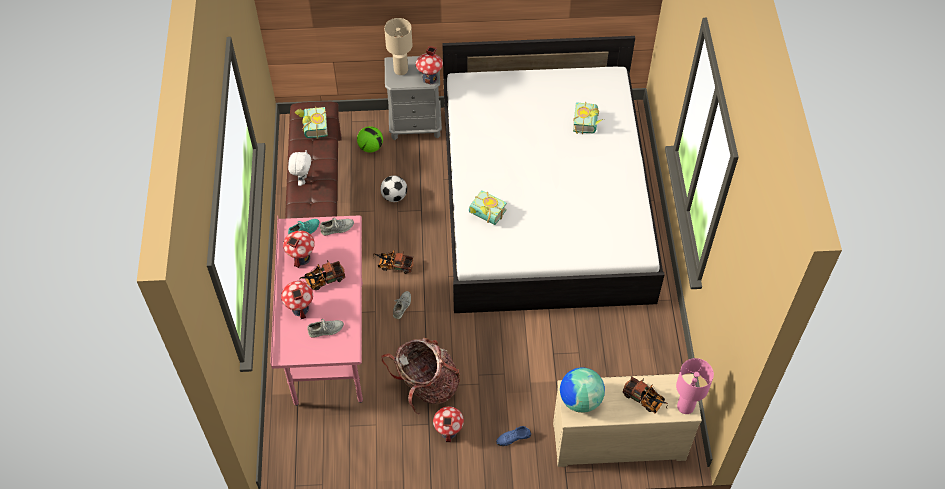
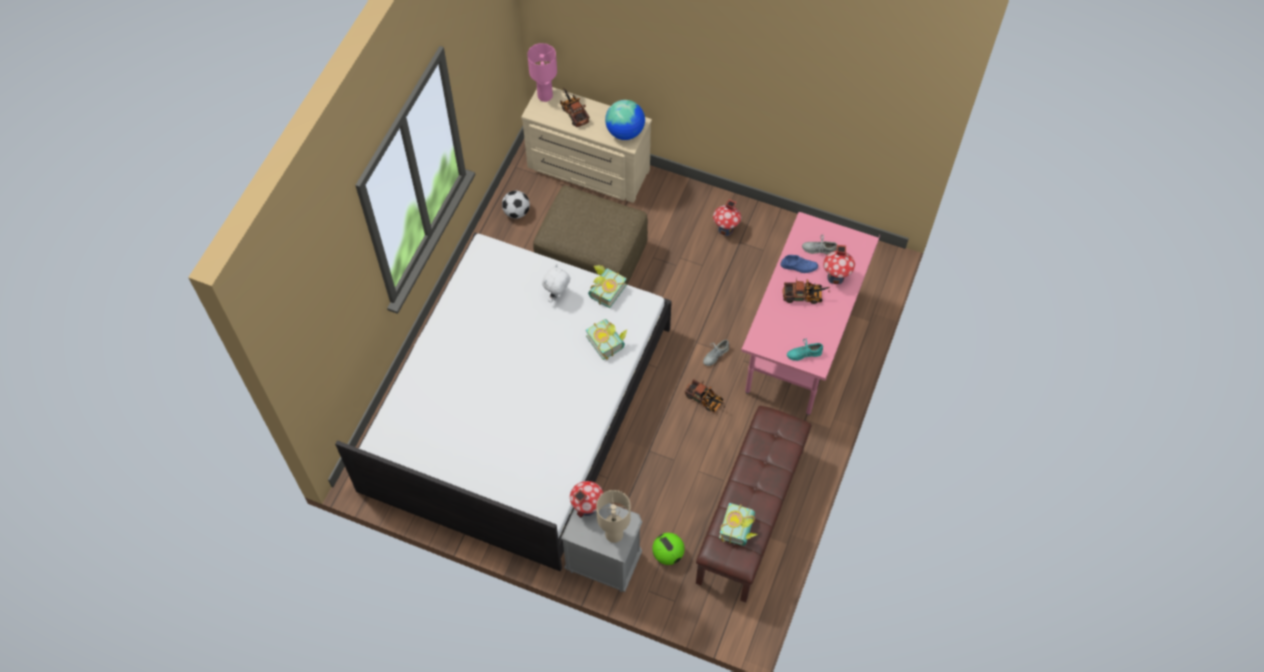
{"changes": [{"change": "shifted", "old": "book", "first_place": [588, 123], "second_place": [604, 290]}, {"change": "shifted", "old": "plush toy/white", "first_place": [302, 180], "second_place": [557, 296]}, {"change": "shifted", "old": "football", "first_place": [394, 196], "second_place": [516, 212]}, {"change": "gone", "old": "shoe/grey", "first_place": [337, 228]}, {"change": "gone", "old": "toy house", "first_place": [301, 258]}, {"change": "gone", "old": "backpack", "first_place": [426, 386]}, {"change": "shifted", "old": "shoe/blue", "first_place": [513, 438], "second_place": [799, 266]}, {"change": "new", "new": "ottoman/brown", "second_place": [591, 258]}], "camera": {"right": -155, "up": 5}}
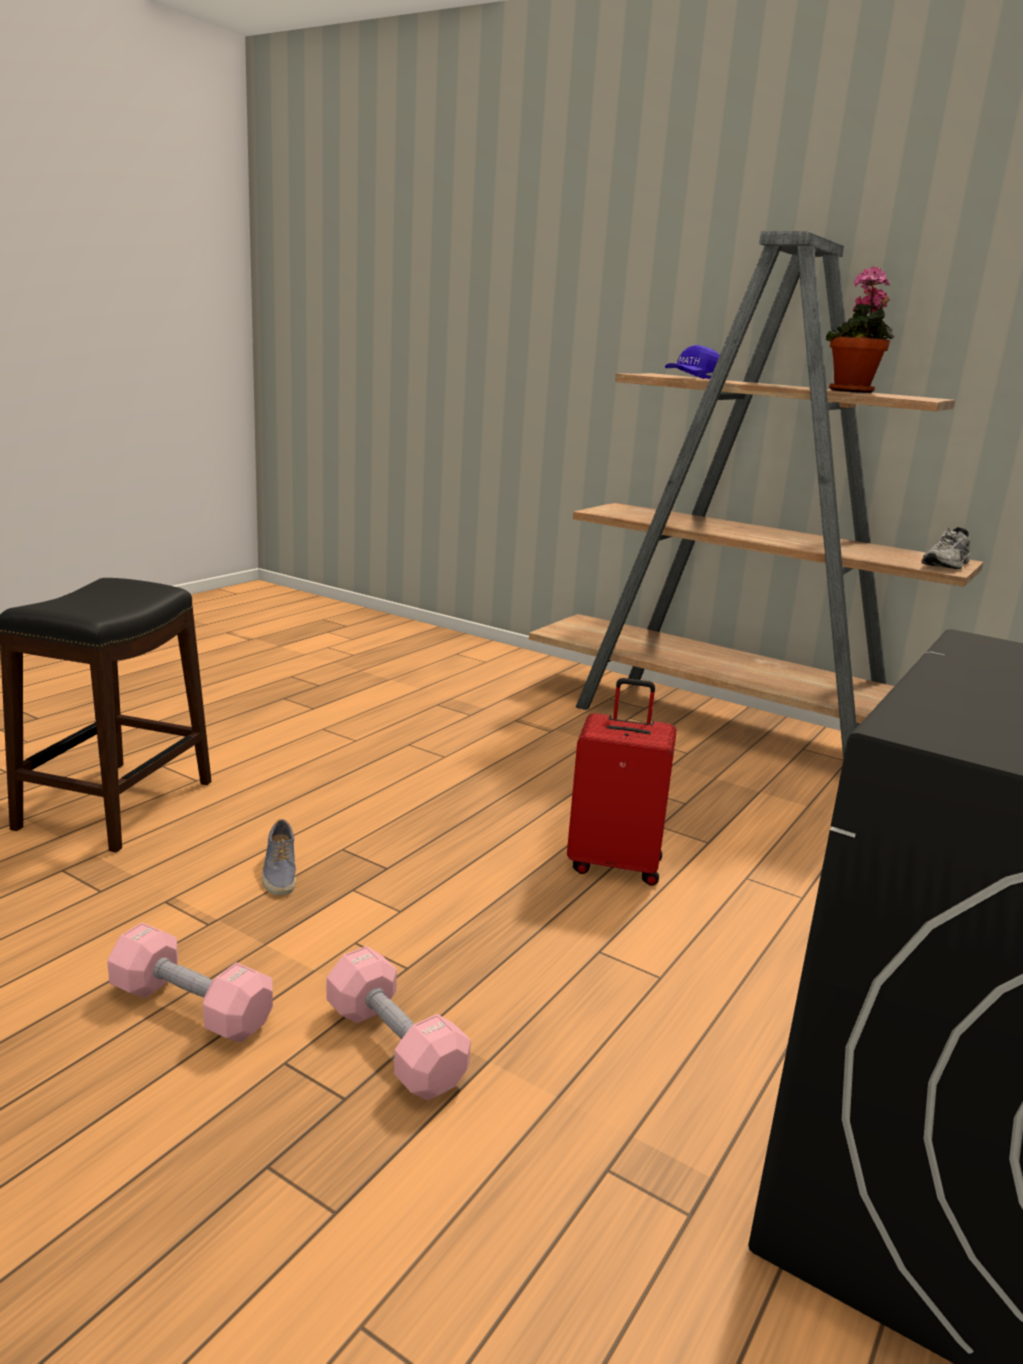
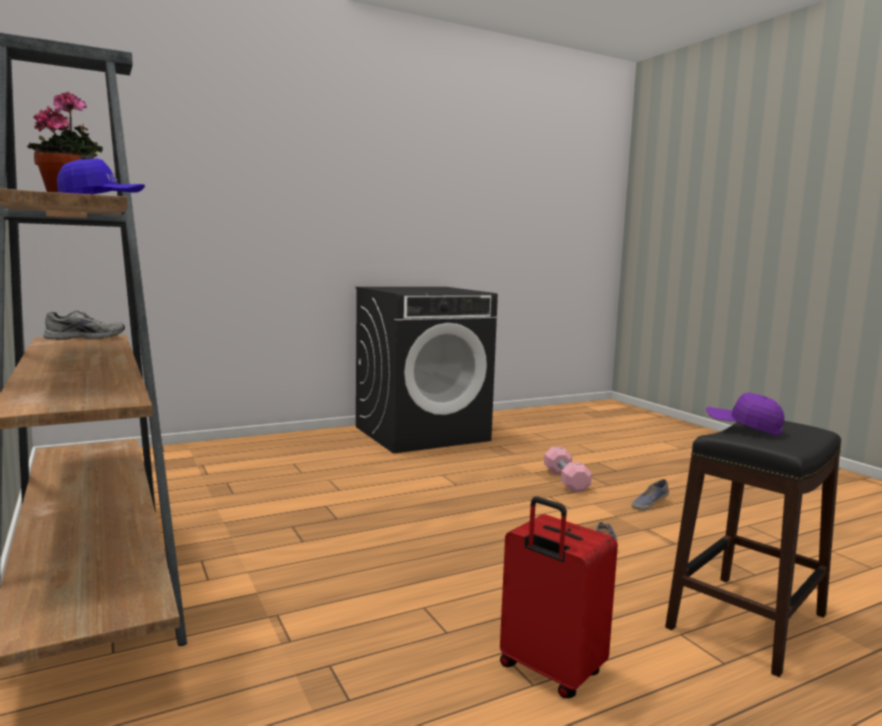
{"changes": [{"change": "shifted", "old": "suitcase/red", "first_place": [615, 864], "second_place": [549, 672]}, {"change": "swapped", "old": "dumbbell/pink", "new": "shoe", "first_place": [191, 1007], "second_place": [649, 503]}, {"change": "new", "new": "cap/purple", "second_place": [743, 428]}], "camera": {"right": -150, "up": -10}}
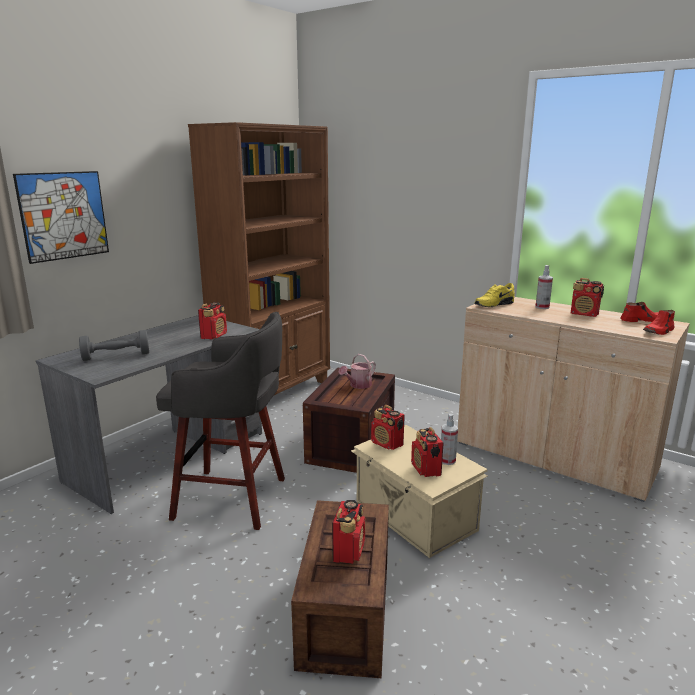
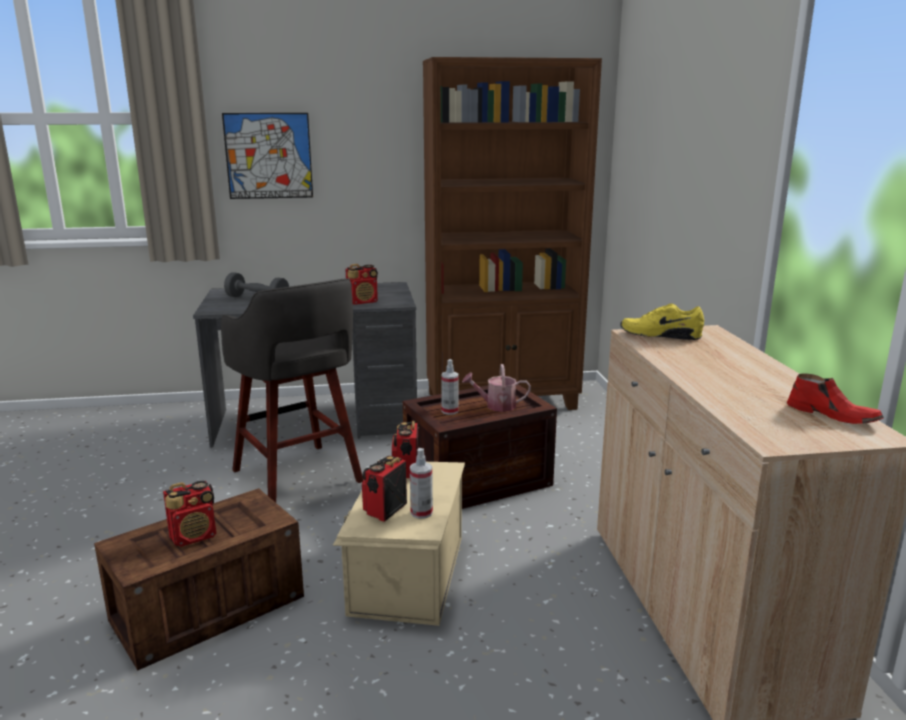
{"changes": [{"change": "shifted", "old": "spray bottle", "first_place": [542, 307], "second_place": [450, 411]}, {"change": "gone", "old": "radio", "first_place": [584, 314]}, {"change": "gone", "old": "shoe/red", "first_place": [659, 331]}], "camera": {"right": 45, "up": 0}}
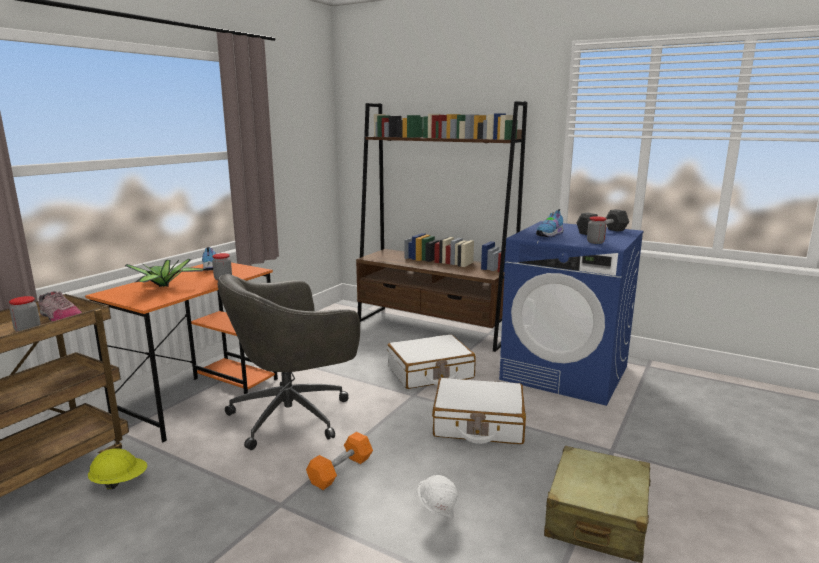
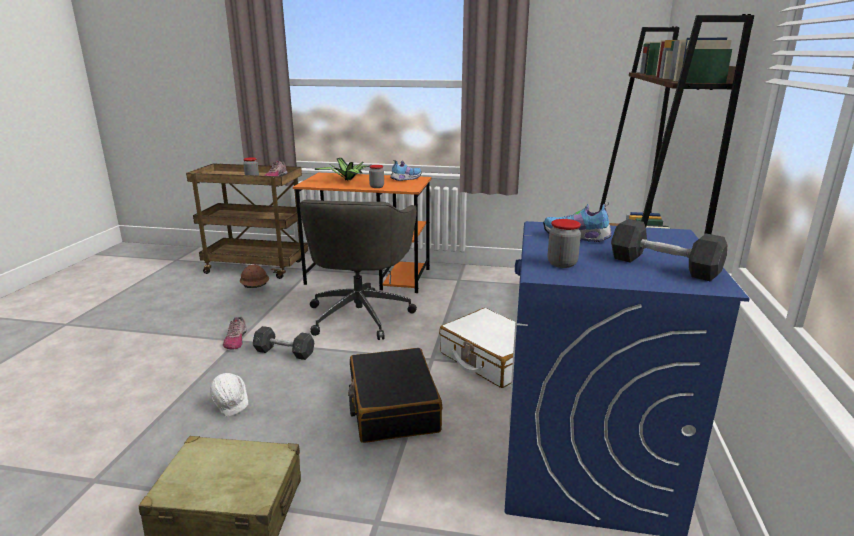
{"changes": [{"change": "rotated", "old": "office chair/grey", "first_place": [293, 415], "second_place": [360, 314], "degrees": -120}, {"change": "repainted", "old": "suitcase/white", "new": "suitcase/black", "first_place": [478, 424], "second_place": [392, 407]}, {"change": "repainted", "old": "dumbbell/orange", "new": "dumbbell/grey", "first_place": [340, 471], "second_place": [284, 352]}, {"change": "repainted", "old": "hard hat/yellow", "new": "hard hat/brown", "first_place": [120, 482], "second_place": [255, 287]}, {"change": "new", "new": "shoe", "second_place": [235, 340]}], "camera": {"right": 70, "up": 5}}
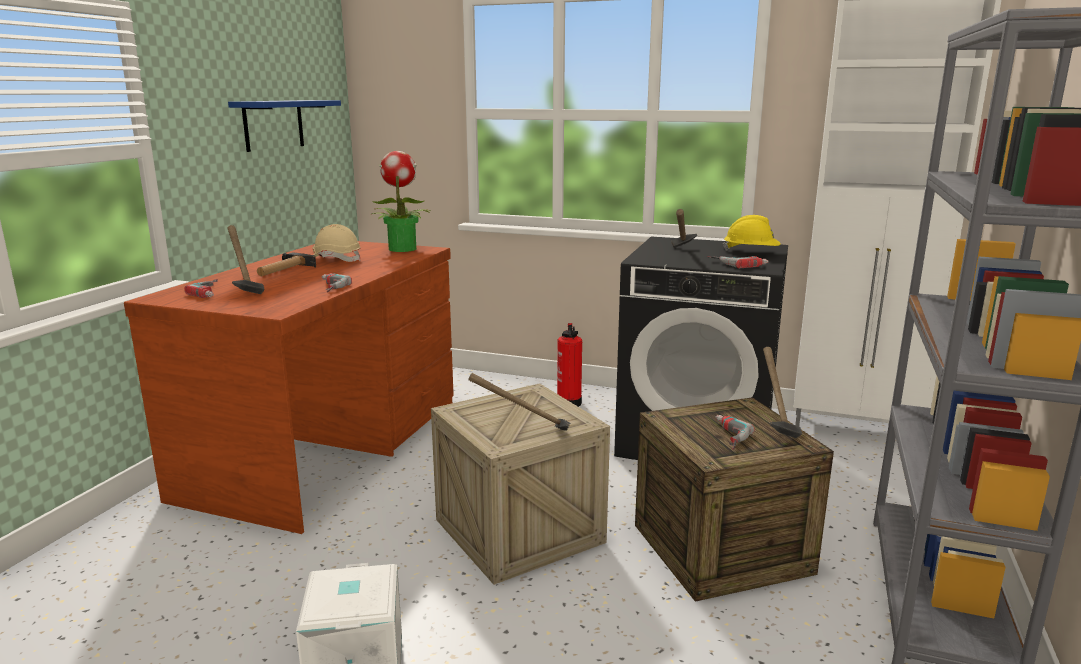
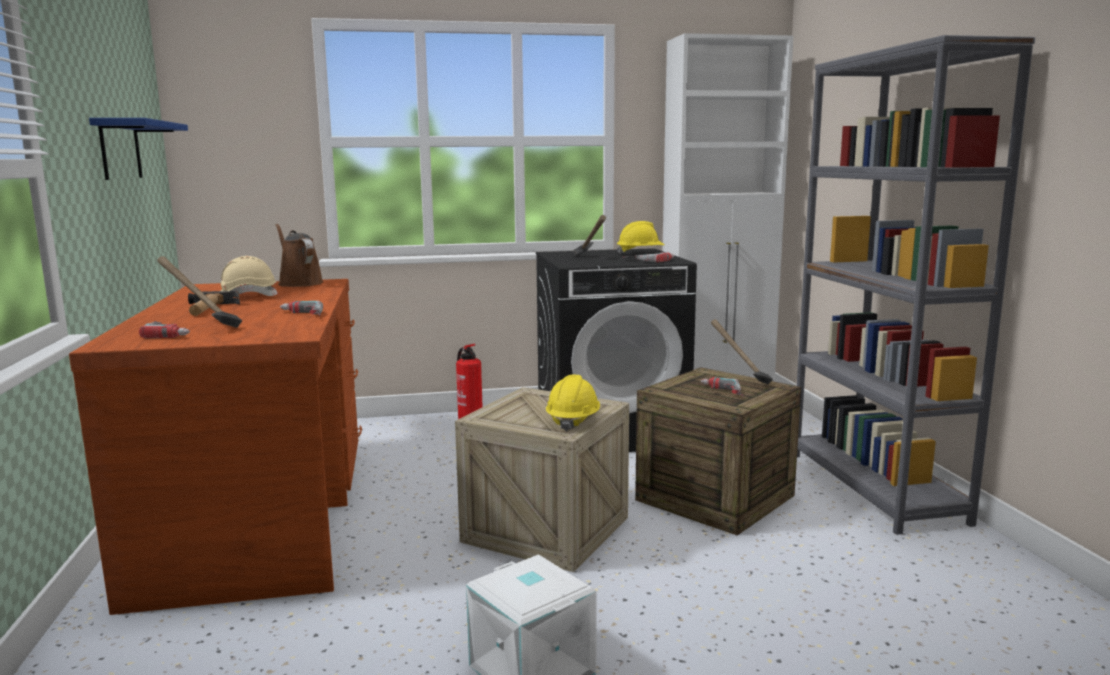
{"changes": [{"change": "swapped", "old": "potted plant", "new": "watering can/brown", "first_place": [402, 249], "second_place": [299, 283]}, {"change": "swapped", "old": "hammer", "new": "hard hat/yellow", "first_place": [525, 435], "second_place": [573, 421]}], "camera": {"right": -30, "up": -5}}
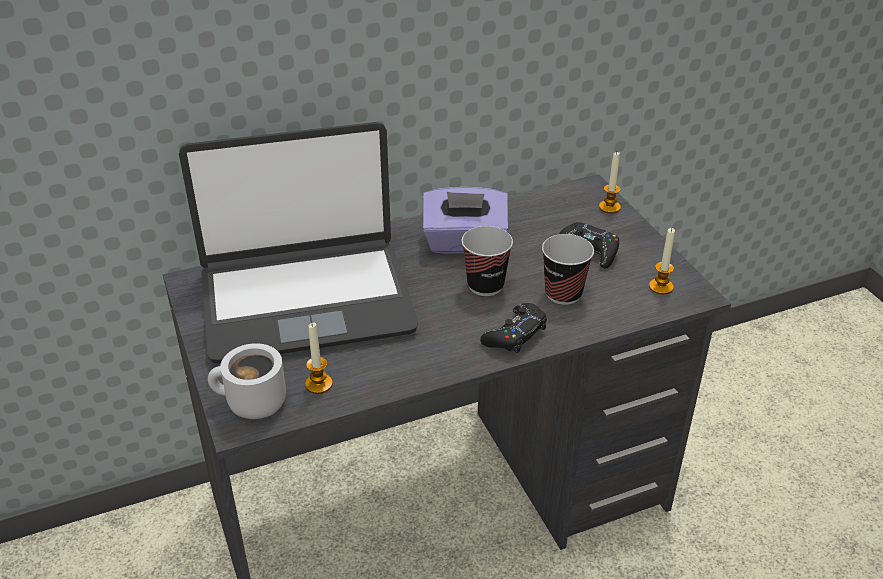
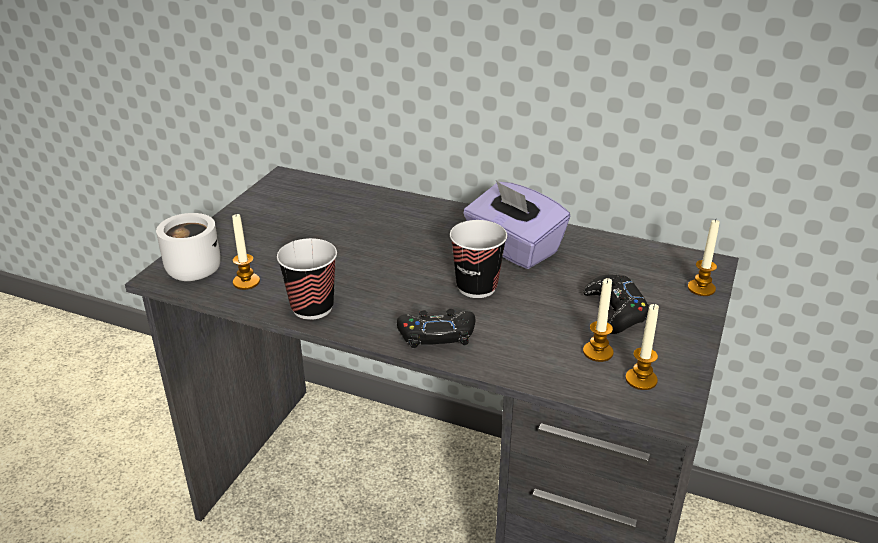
{"changes": [{"change": "gone", "old": "laptop", "first_place": [306, 300]}, {"change": "shifted", "old": "cup", "first_place": [563, 294], "second_place": [312, 308]}, {"change": "new", "new": "candle", "second_place": [598, 352]}], "camera": {"right": 45, "up": -5}}
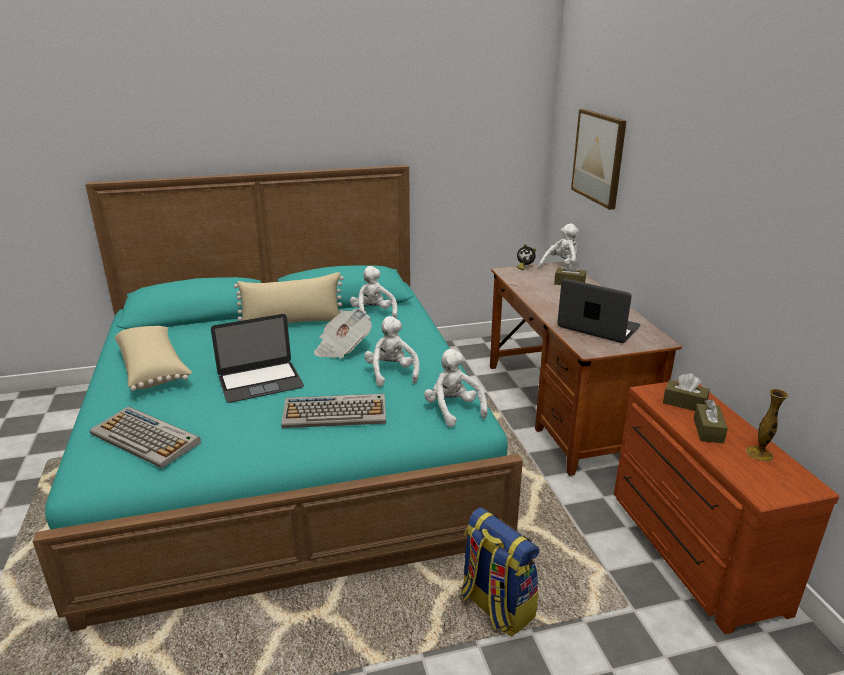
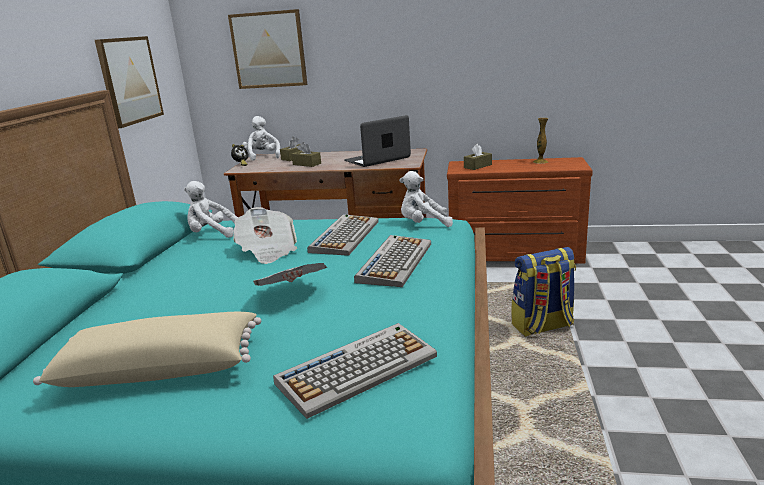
{"changes": [{"change": "gone", "old": "pillow/beige", "first_place": [292, 322]}, {"change": "swapped", "old": "laptop", "new": "newspaper", "first_place": [260, 382], "second_place": [292, 294]}, {"change": "swapped", "old": "plush toy/white", "new": "keyboard", "first_place": [391, 373], "second_place": [345, 236]}, {"change": "shifted", "old": "tissue box/brown", "first_place": [708, 430], "second_place": [307, 164]}, {"change": "new", "new": "picture", "second_place": [129, 80]}], "camera": {"right": -65, "up": -5}}
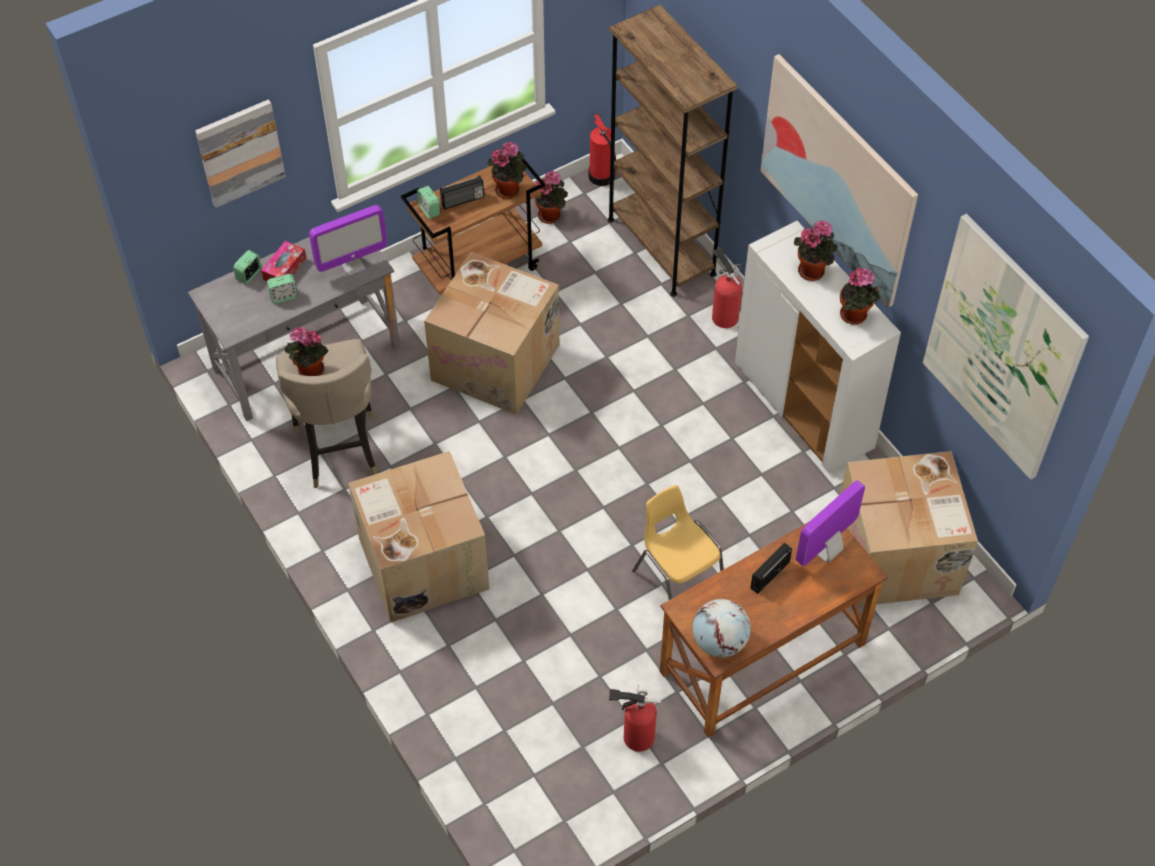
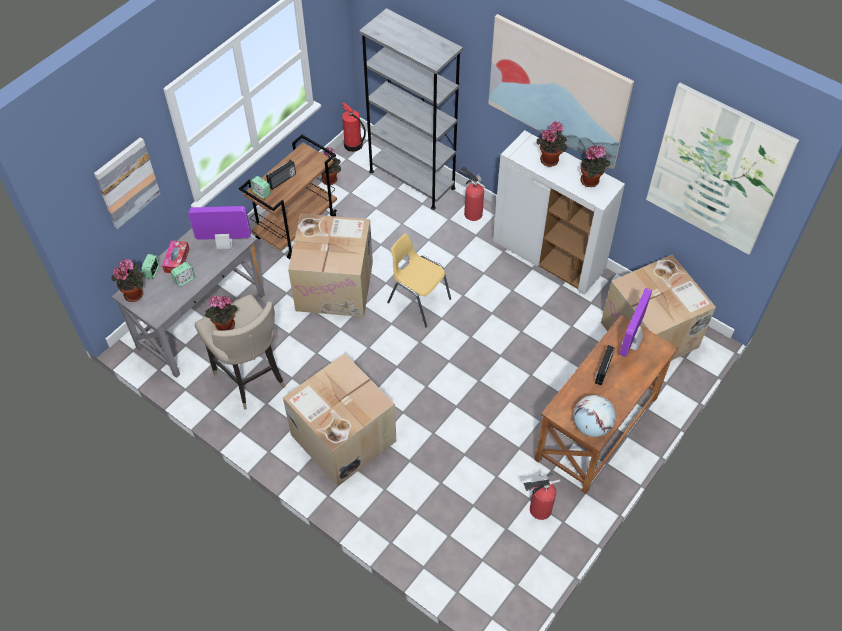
{"changes": [{"change": "repainted", "old": "bookcase/brown", "new": "bookcase/grey", "first_place": [661, 247], "second_place": [412, 179]}, {"change": "shifted", "old": "potted plant", "first_place": [509, 189], "second_place": [135, 293]}, {"change": "rotated", "old": "monitor", "first_place": [352, 265], "second_place": [225, 244], "degrees": -135}, {"change": "shifted", "old": "chair/yellow", "first_place": [677, 582], "second_place": [418, 300]}], "camera": {"right": -20, "up": 0}}
